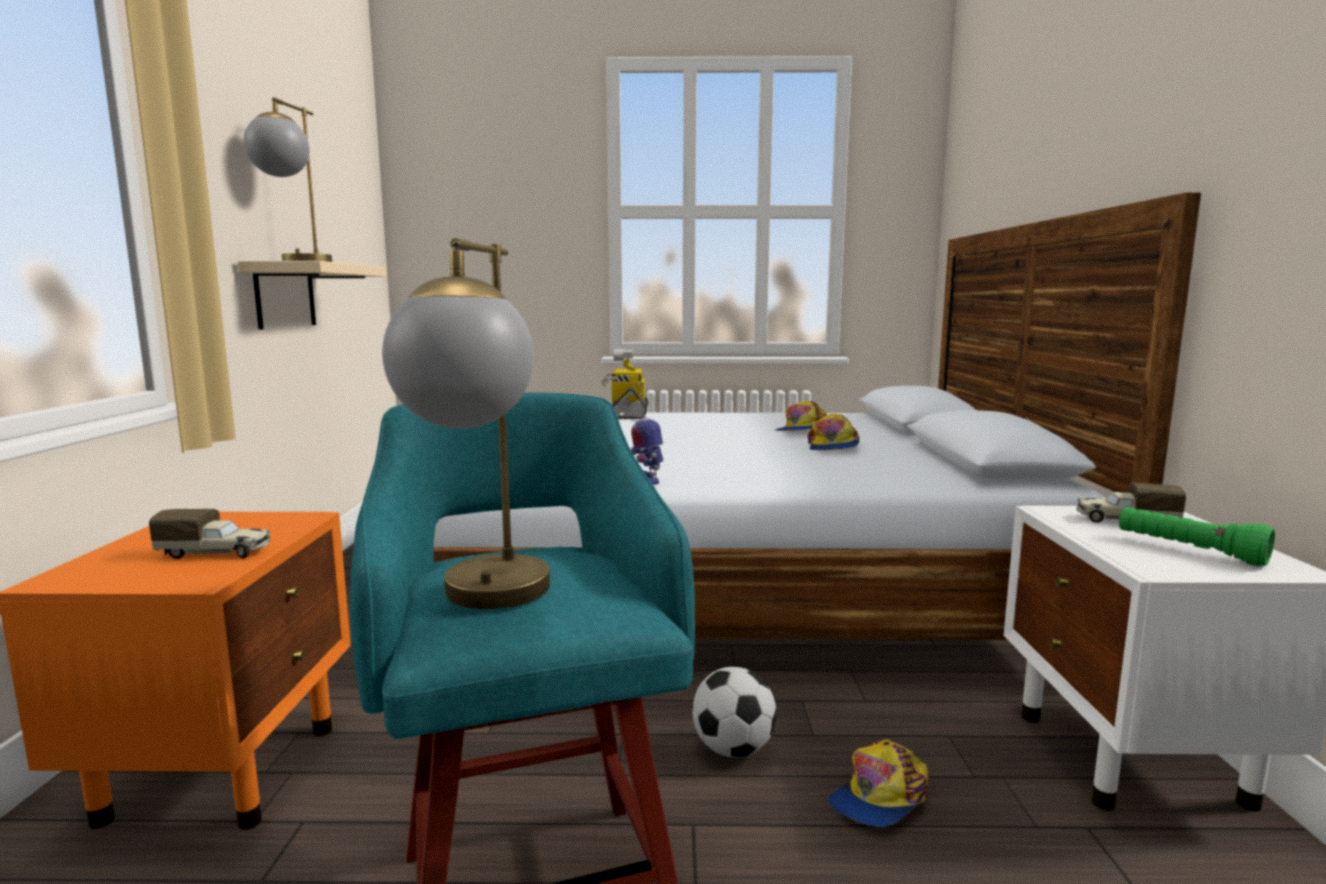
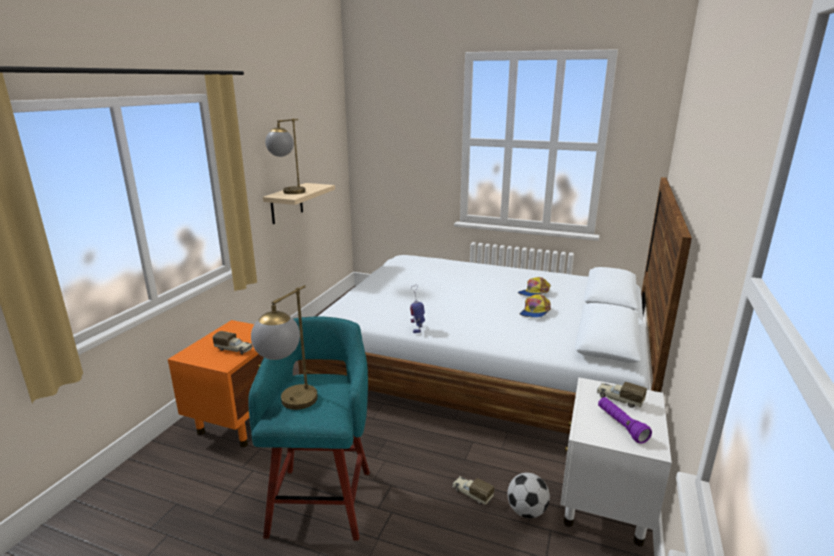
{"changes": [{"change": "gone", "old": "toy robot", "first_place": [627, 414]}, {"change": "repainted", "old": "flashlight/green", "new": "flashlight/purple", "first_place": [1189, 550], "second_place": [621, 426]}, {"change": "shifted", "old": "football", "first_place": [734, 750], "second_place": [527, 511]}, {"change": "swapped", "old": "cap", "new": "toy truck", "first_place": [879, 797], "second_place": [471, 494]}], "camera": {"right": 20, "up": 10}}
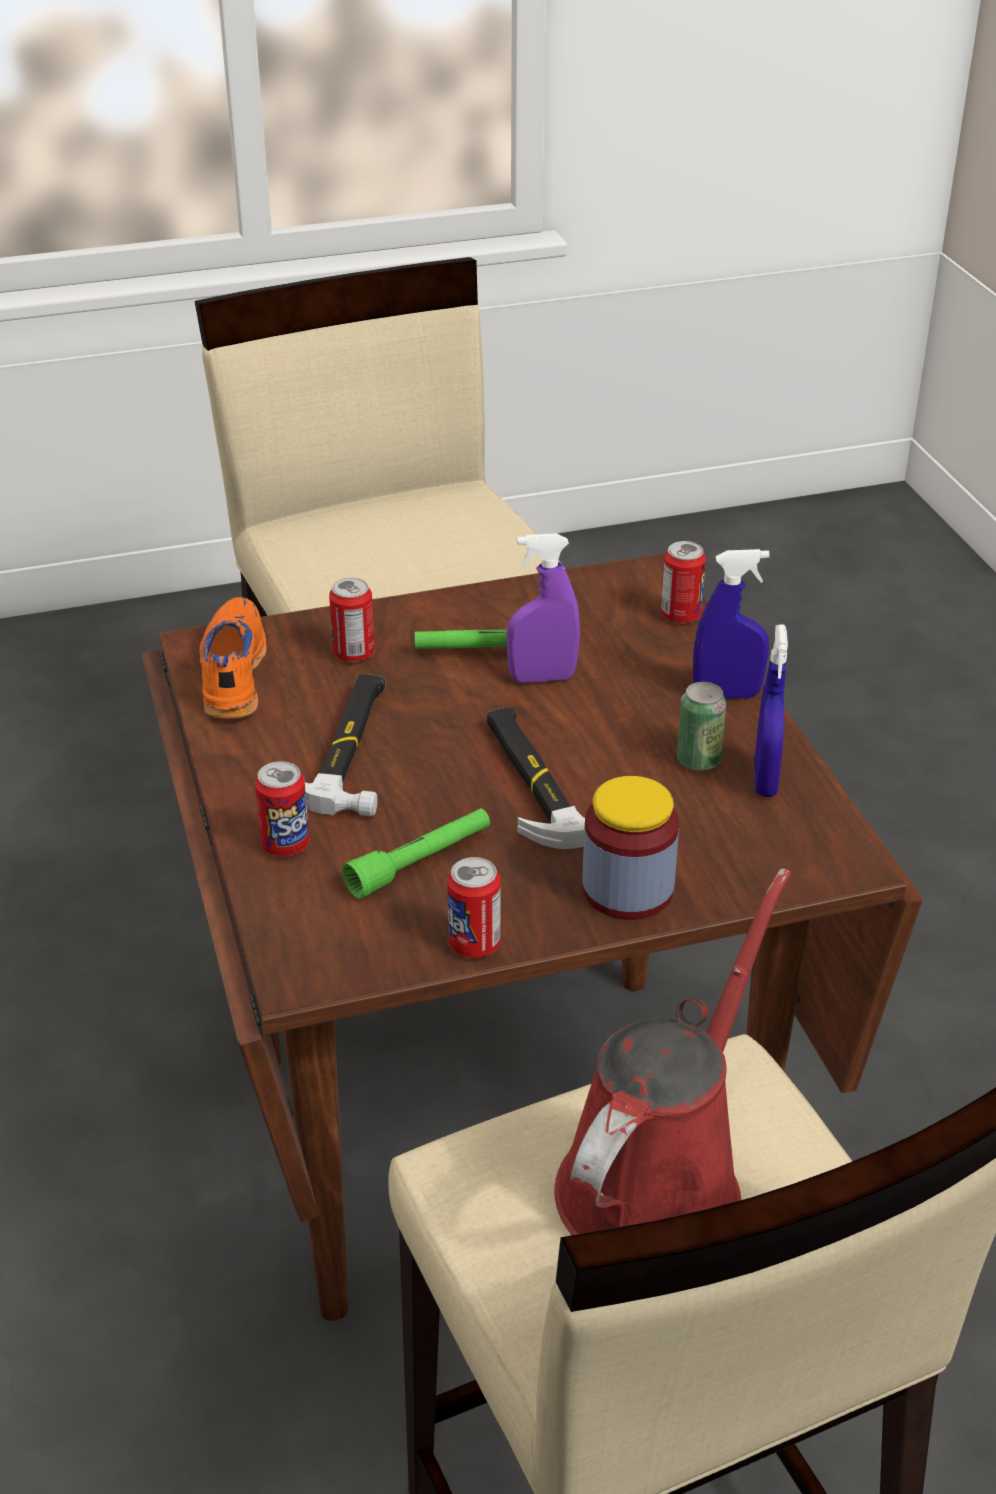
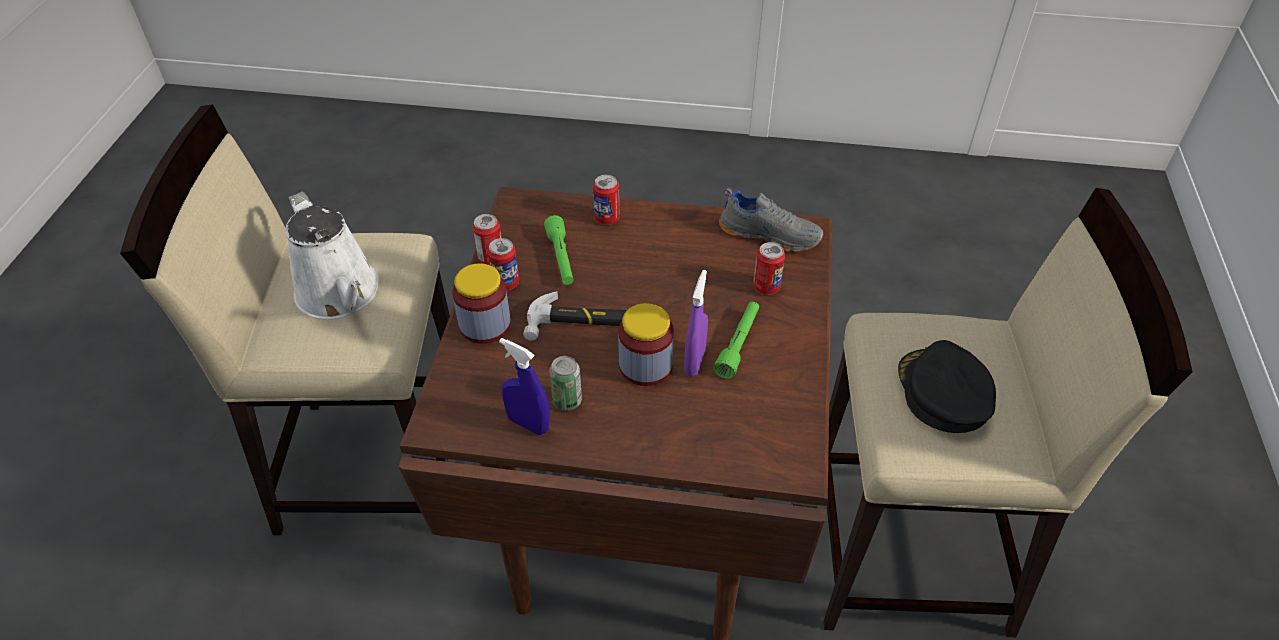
{"changes": [{"change": "shifted", "old": "can", "first_place": [680, 616], "second_place": [506, 283]}, {"change": "gone", "old": "spray bottle/blue", "first_place": [727, 695]}, {"change": "repainted", "old": "shoe/orange", "new": "shoe/grey", "first_place": [230, 675], "second_place": [770, 234]}, {"change": "gone", "old": "hammer", "first_place": [351, 750]}, {"change": "repainted", "old": "watering can/red", "new": "watering can/white", "first_place": [658, 1179], "second_place": [341, 295]}, {"change": "new", "new": "jar", "second_place": [645, 366]}, {"change": "new", "new": "cap/black", "second_place": [942, 393]}], "camera": {"right": 115, "up": 10}}
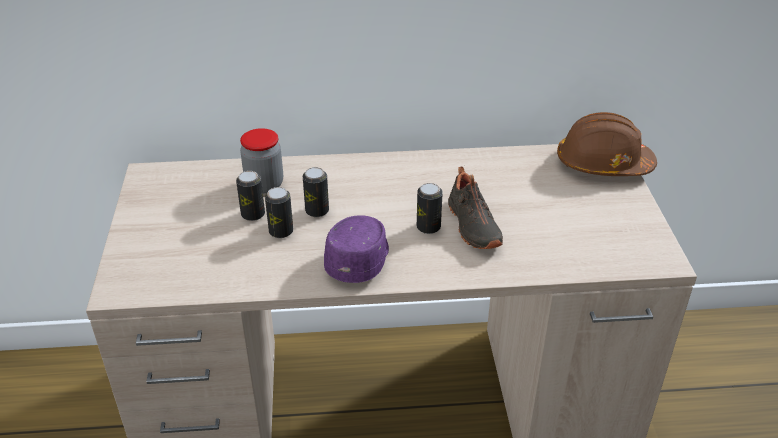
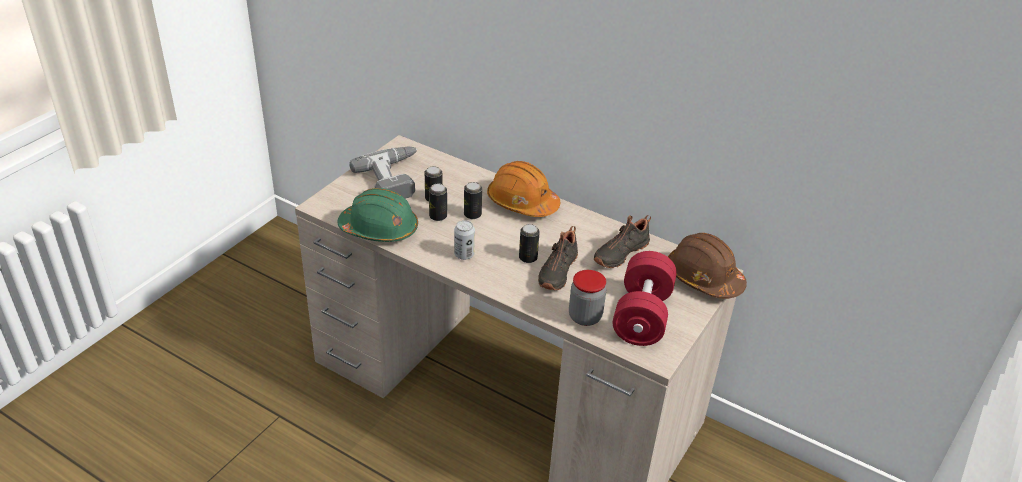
{"changes": [{"change": "shifted", "old": "jar", "first_place": [264, 184], "second_place": [585, 317]}, {"change": "swapped", "old": "cap/purple", "new": "can", "first_place": [359, 259], "second_place": [464, 254]}, {"change": "new", "new": "power drill", "second_place": [395, 179]}, {"change": "new", "new": "hard hat/orange", "second_place": [522, 202]}, {"change": "new", "new": "hard hat/green", "second_place": [379, 229]}, {"change": "new", "new": "shoe/black", "second_place": [619, 252]}, {"change": "new", "new": "dumbbell/red", "second_place": [642, 316]}], "camera": {"right": 35, "up": 0}}
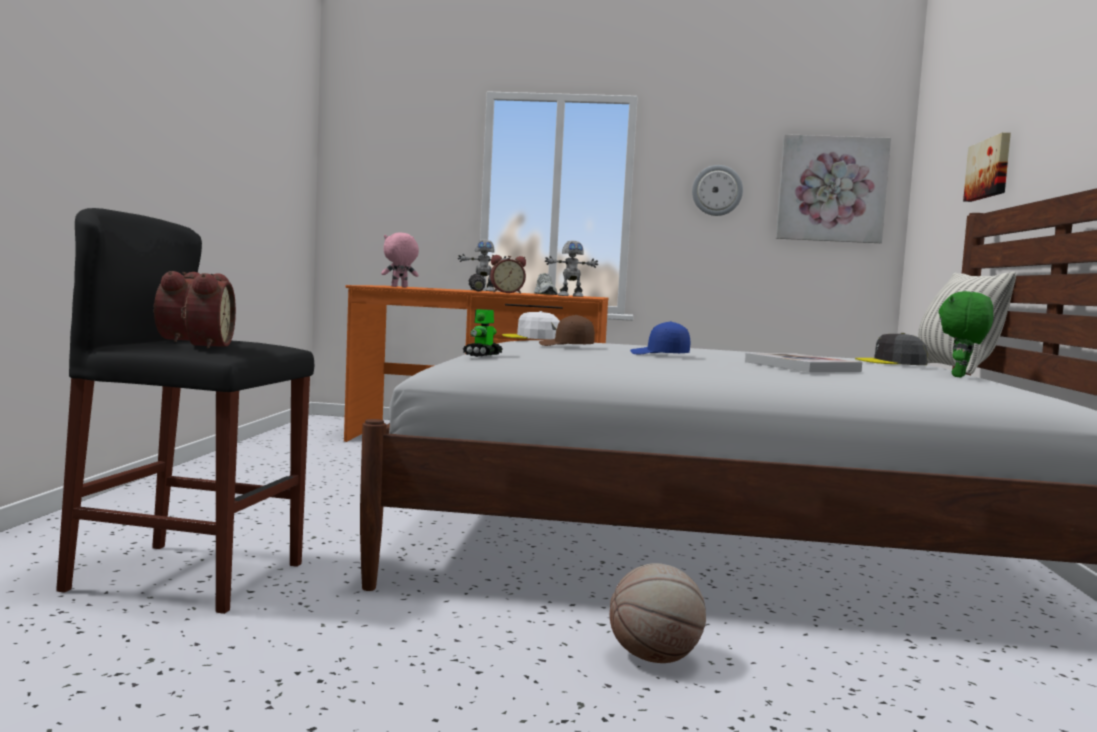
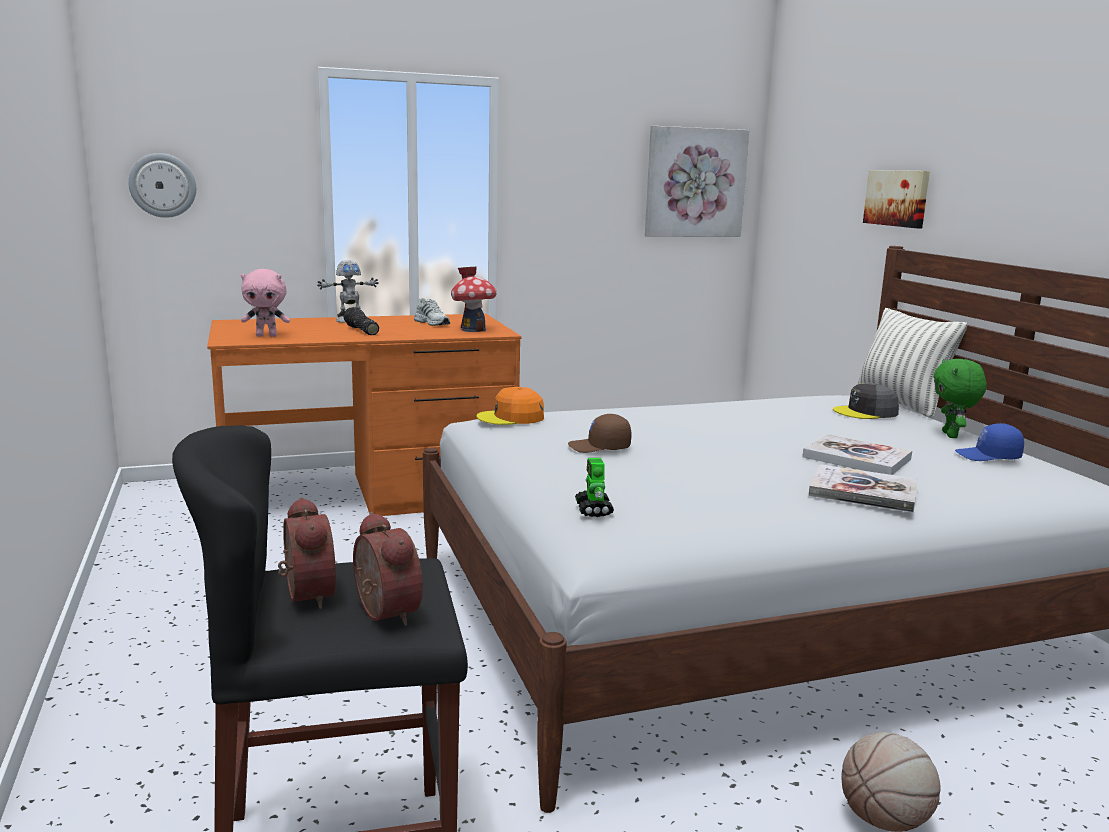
{"changes": [{"change": "shifted", "old": "wall clock", "first_place": [717, 190], "second_place": [163, 185]}, {"change": "rotated", "old": "plush toy/pink", "first_place": [399, 287], "second_place": [267, 336], "degrees": -135}, {"change": "swapped", "old": "toy robot", "new": "toy house", "first_place": [570, 296], "second_place": [473, 329]}, {"change": "gone", "old": "alarm clock", "first_place": [506, 293]}, {"change": "repainted", "old": "cap/white", "new": "cap/orange", "first_place": [532, 337], "second_place": [511, 417]}, {"change": "shifted", "old": "cap/blue", "first_place": [659, 355], "second_place": [988, 456]}, {"change": "new", "new": "book", "second_place": [863, 492]}], "camera": {"right": -25, "up": 10}}
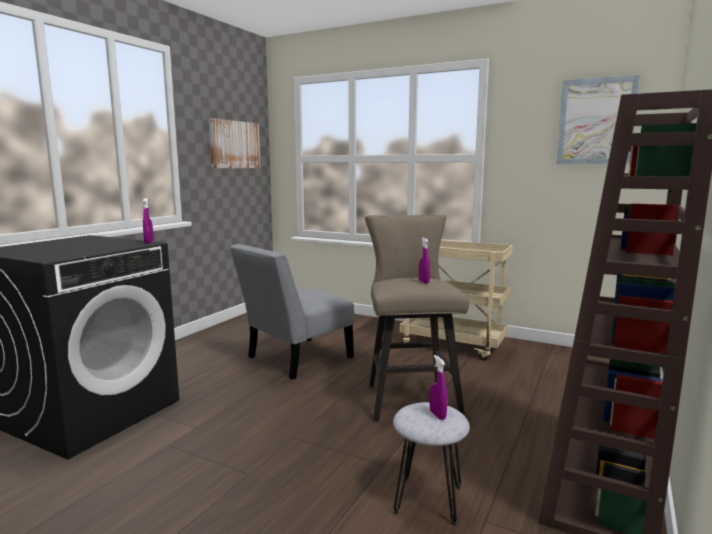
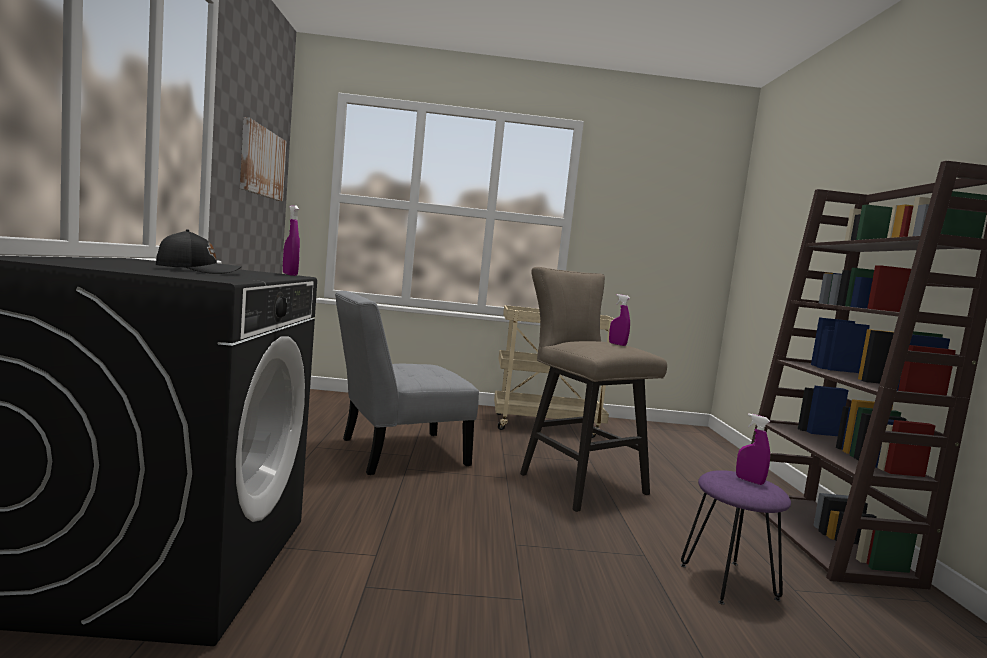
{"changes": [{"change": "gone", "old": "picture", "first_place": [596, 121]}, {"change": "rotated", "old": "chair/grey", "first_place": [295, 359], "second_place": [396, 453], "degrees": 45}, {"change": "repainted", "old": "stool/grey", "new": "stool/purple", "first_place": [428, 500], "second_place": [728, 582]}, {"change": "new", "new": "cap/black", "second_place": [198, 271]}], "camera": {"right": -30, "up": -5}}
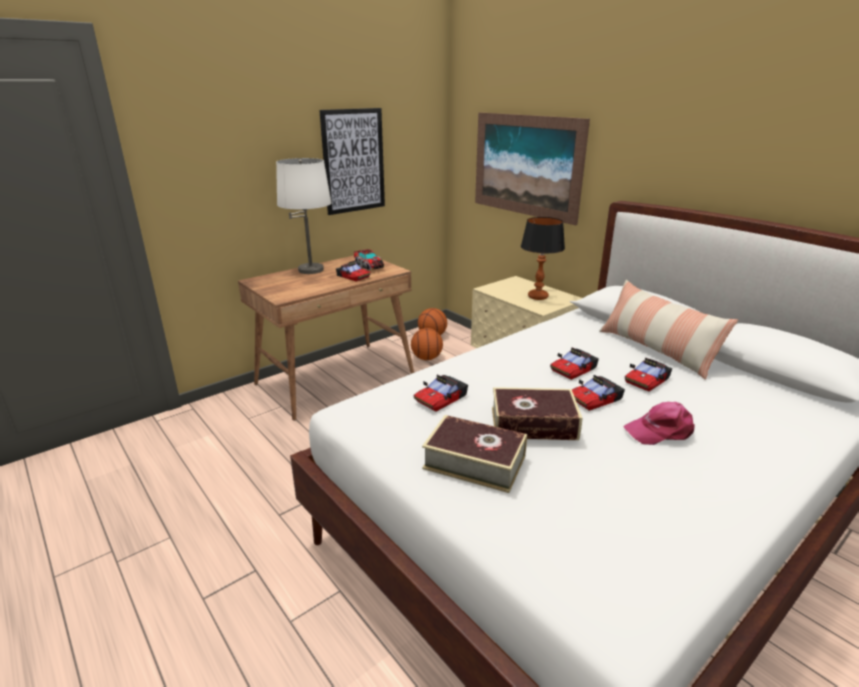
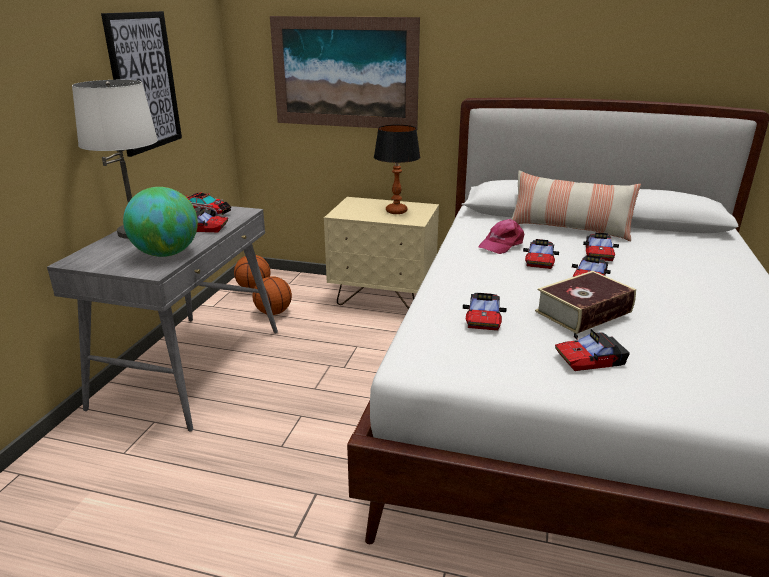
{"changes": [{"change": "repainted", "old": "desk/brown", "new": "desk/grey", "first_place": [336, 378], "second_place": [190, 367]}, {"change": "shifted", "old": "cap/pink", "first_place": [660, 431], "second_place": [501, 244]}, {"change": "swapped", "old": "book", "new": "toy car", "first_place": [474, 462], "second_place": [590, 359]}, {"change": "new", "new": "globe", "second_place": [166, 254]}], "camera": {"right": -35, "up": 0}}
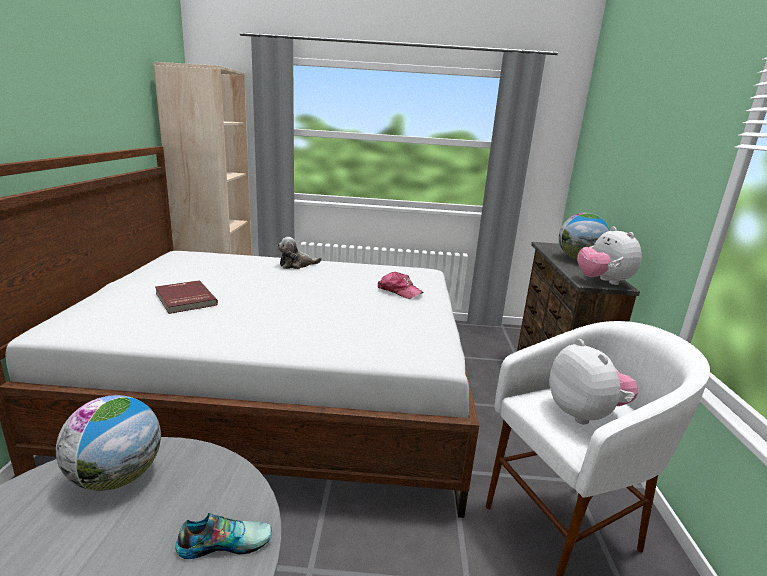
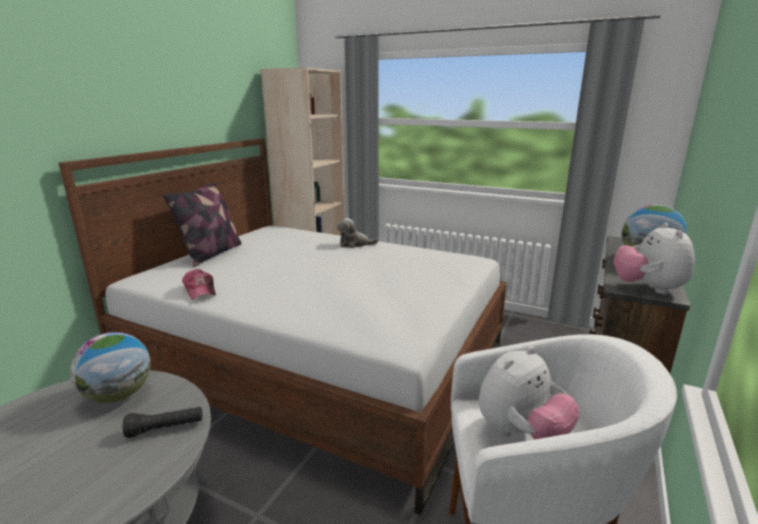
{"changes": [{"change": "shifted", "old": "cap", "first_place": [399, 291], "second_place": [200, 290]}, {"change": "gone", "old": "book/red", "first_place": [184, 299]}, {"change": "rotated", "old": "plush toy", "first_place": [584, 414], "second_place": [521, 434], "degrees": 45}, {"change": "gone", "old": "shoe", "first_place": [225, 542]}, {"change": "new", "new": "pillow", "second_place": [211, 254]}, {"change": "new", "new": "flashlight/black", "second_place": [166, 428]}], "camera": {"right": 25, "up": 0}}
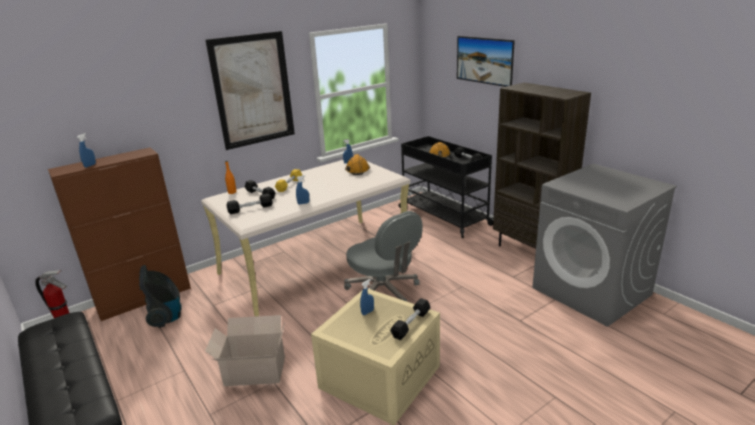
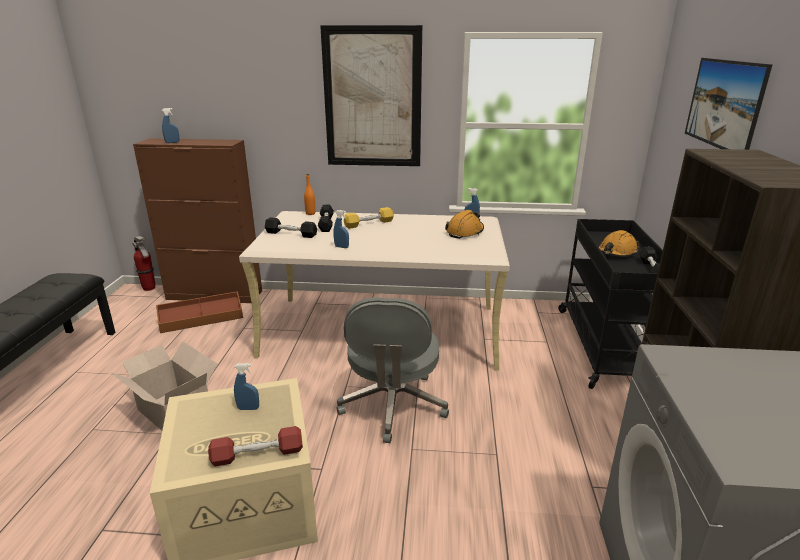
{"changes": [{"change": "swapped", "old": "vacuum cleaner", "new": "storage box/brown", "first_place": [166, 317], "second_place": [201, 320]}, {"change": "repainted", "old": "dumbbell/black", "new": "dumbbell/red", "first_place": [411, 324], "second_place": [257, 454]}], "camera": {"right": 40, "up": 0}}
